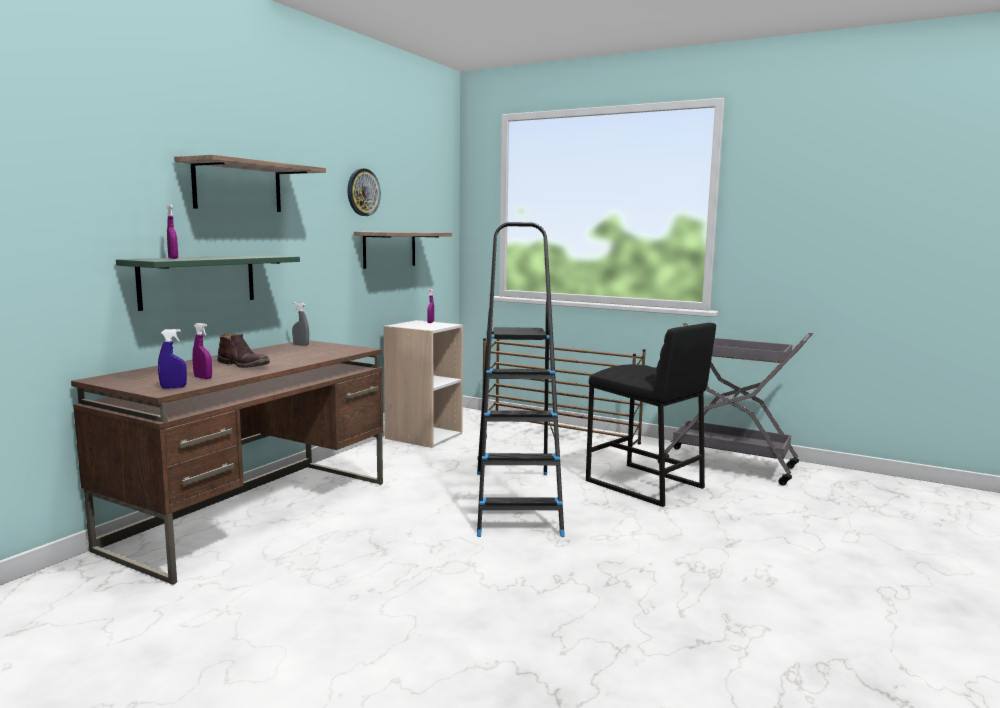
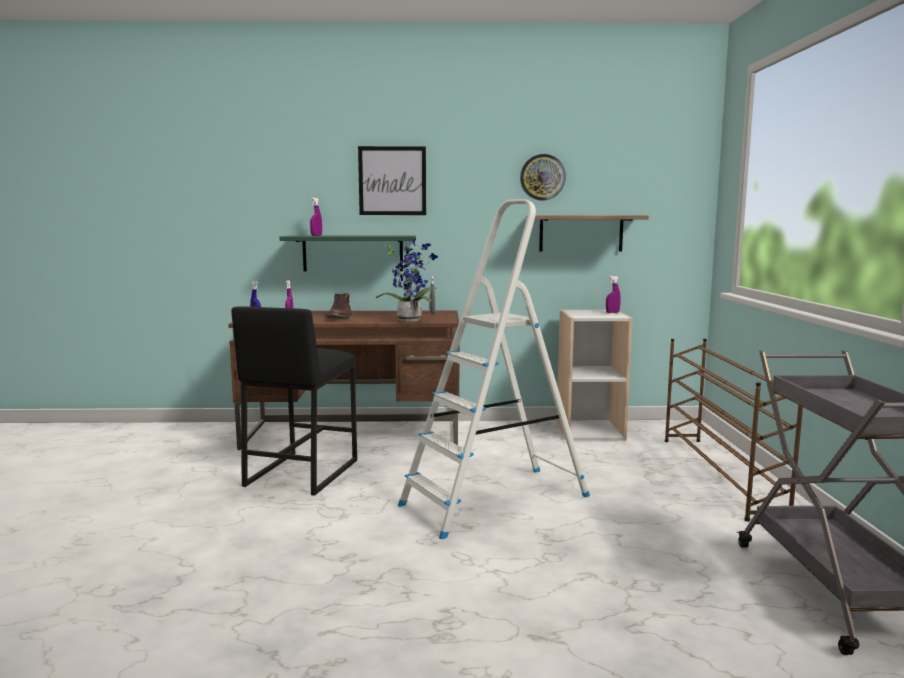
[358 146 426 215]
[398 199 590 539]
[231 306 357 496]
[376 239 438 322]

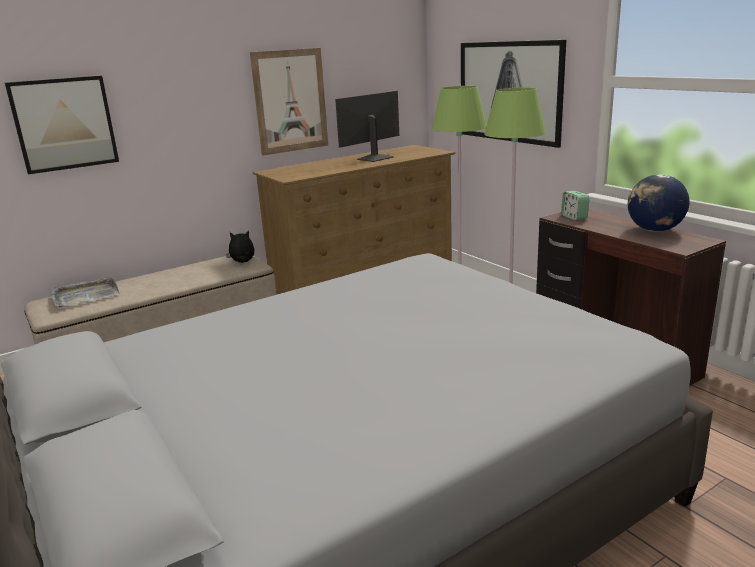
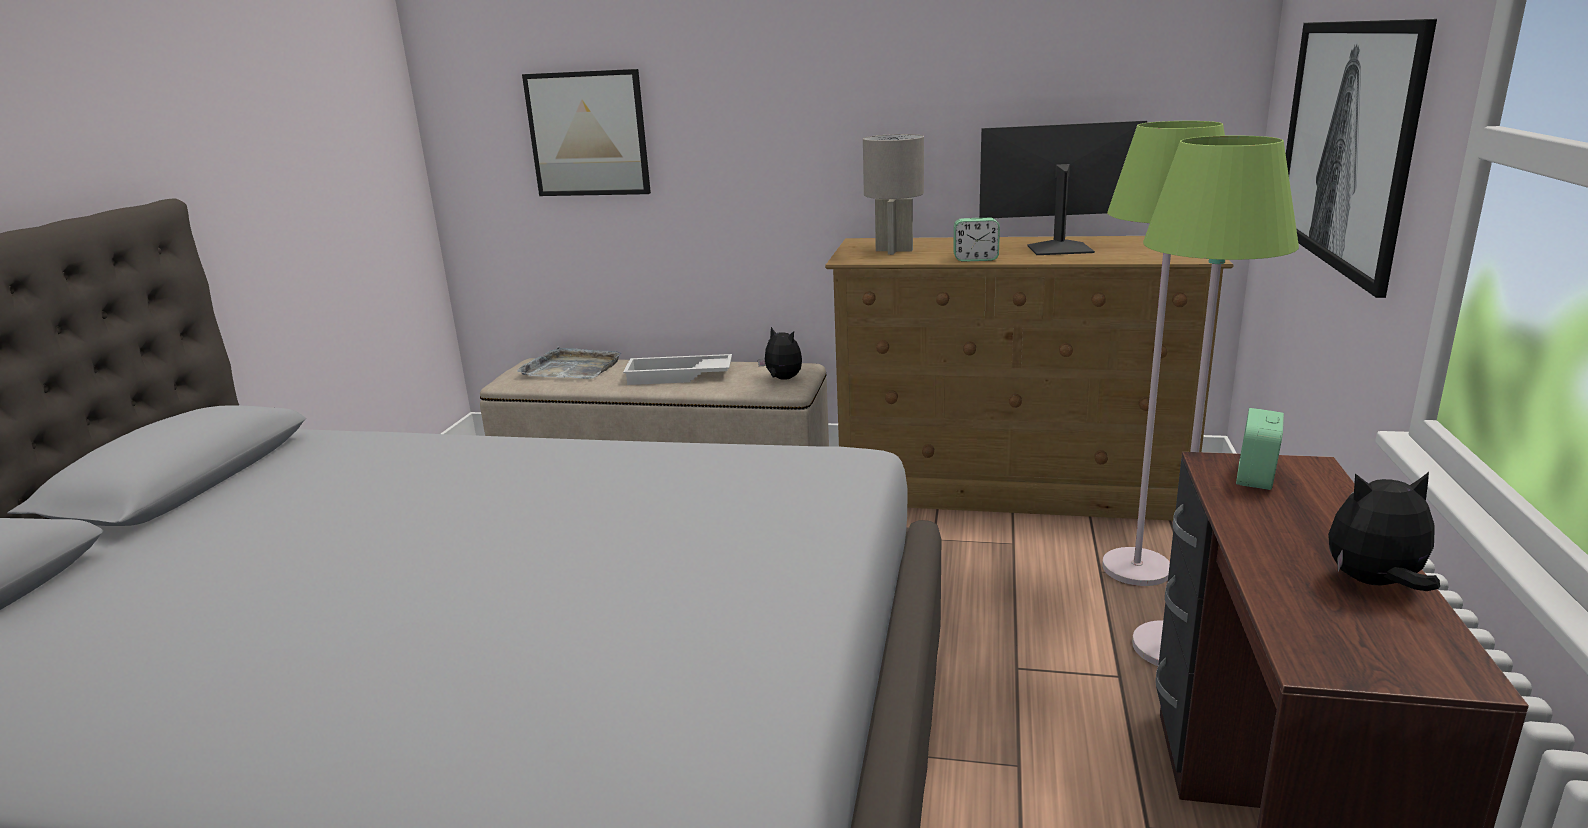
[250 48 328 155] (first image)
[1328 472 1440 591]
[863 134 924 255]
[953 218 1000 262]
[623 354 732 385]

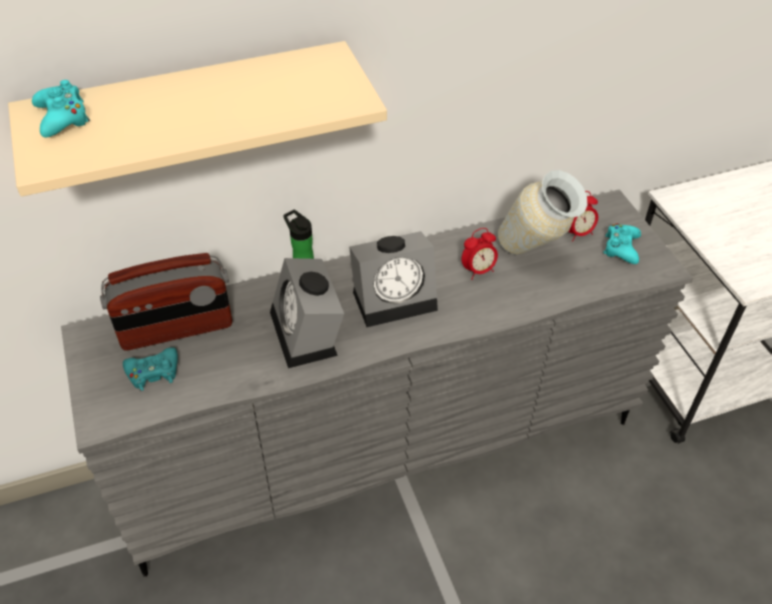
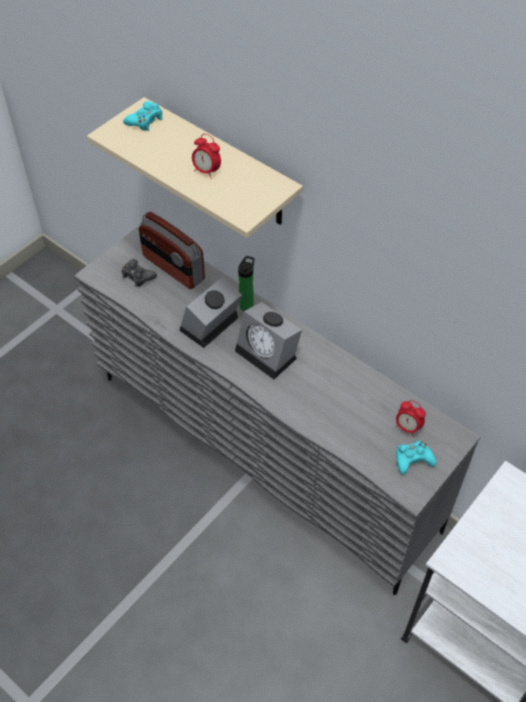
[498 170 588 254] (first image)
[192 134 221 179]
[121 259 157 287]

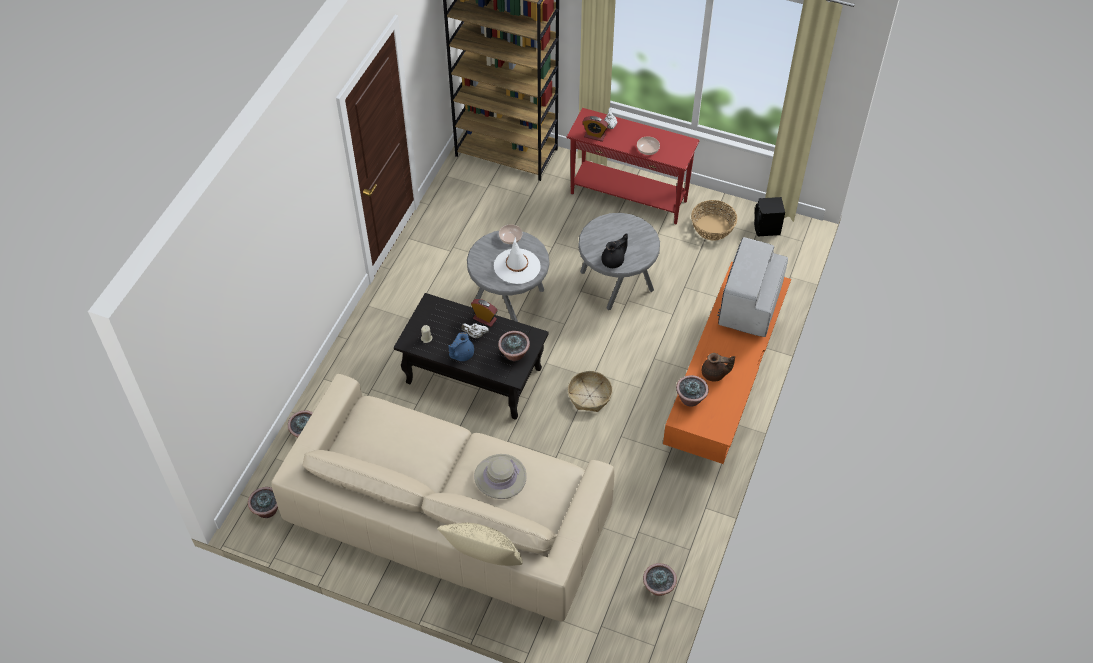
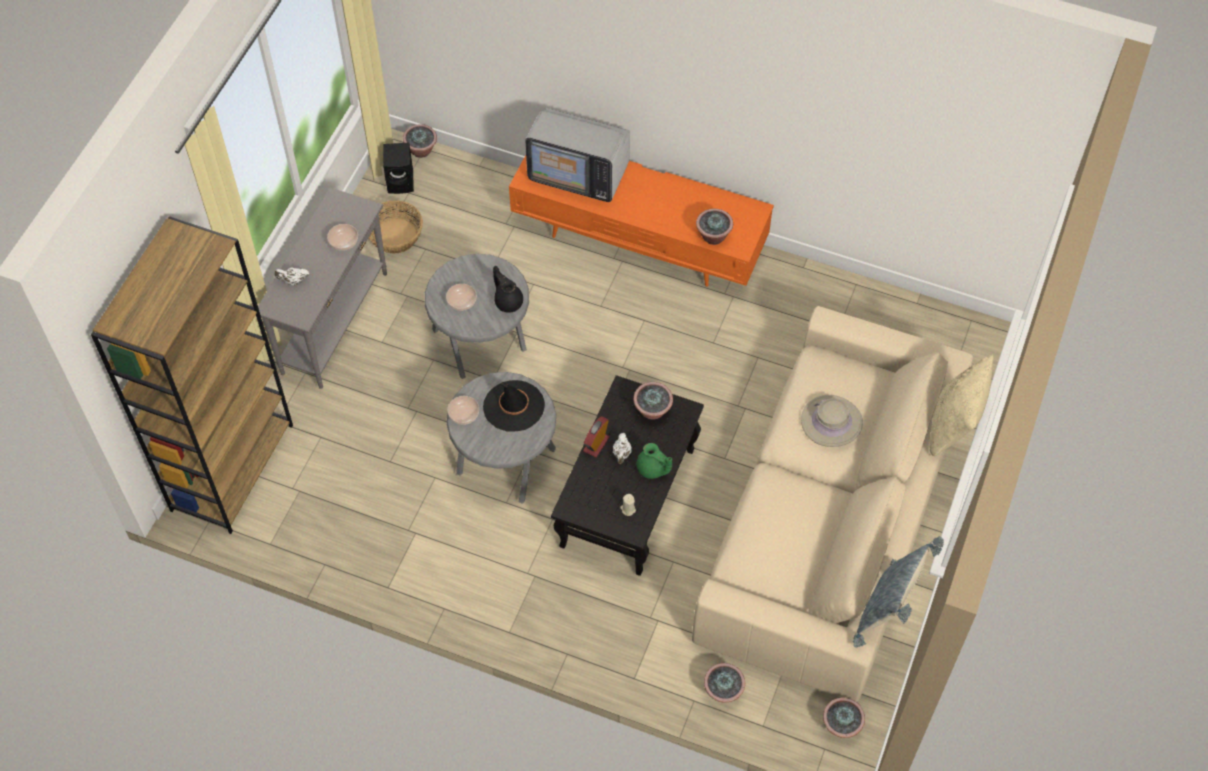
[258 187 387 389]
[583 116 608 142] (first image)
[483 380 545 432]
[637 443 672 479]
[702 353 735 382] (first image)
[568 371 613 412] (first image)
[403 124 437 158]
[446 284 477 311]
[853 536 944 648]

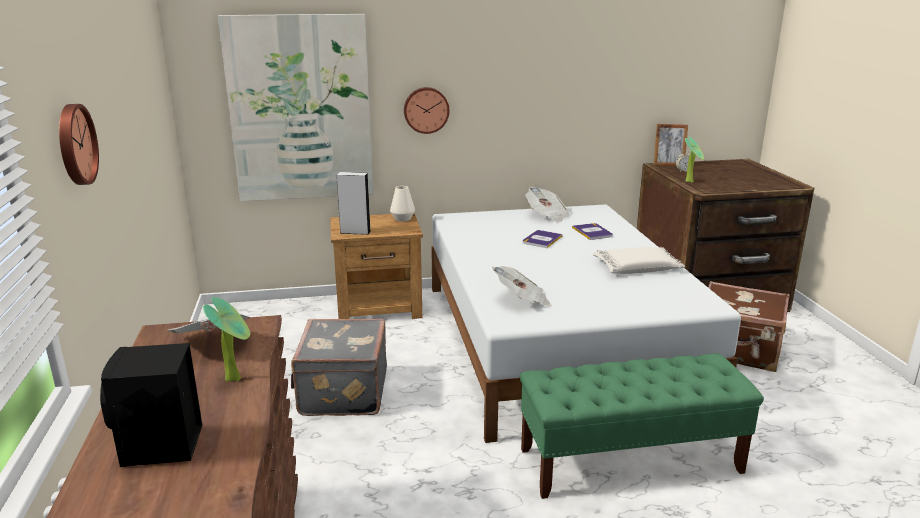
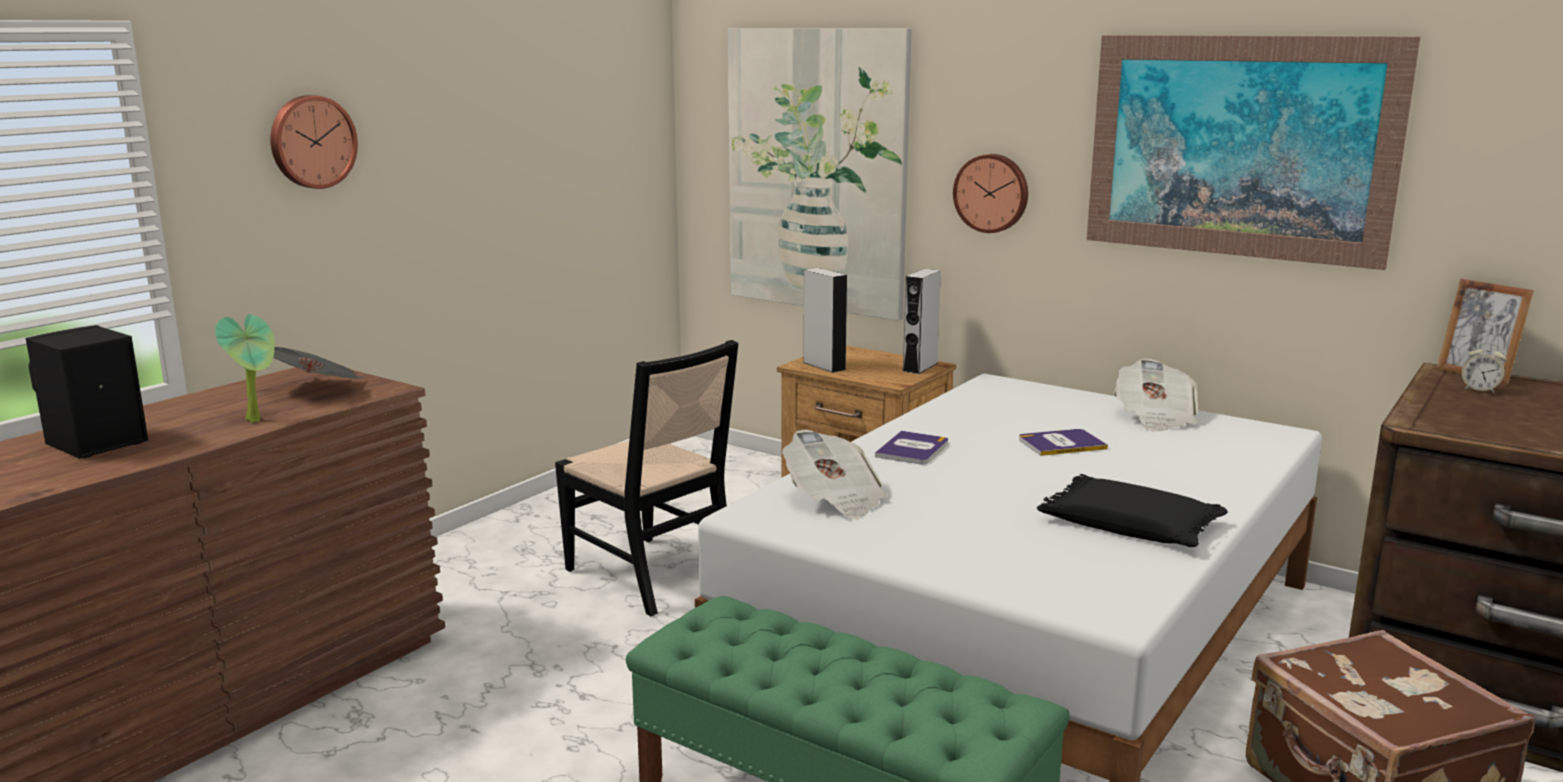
[685 137 704 182] (first image)
[902 269 941 374]
[875 431 948 464]
[1036 474 1228 547]
[555 340 739 616]
[1087 35 1421 270]

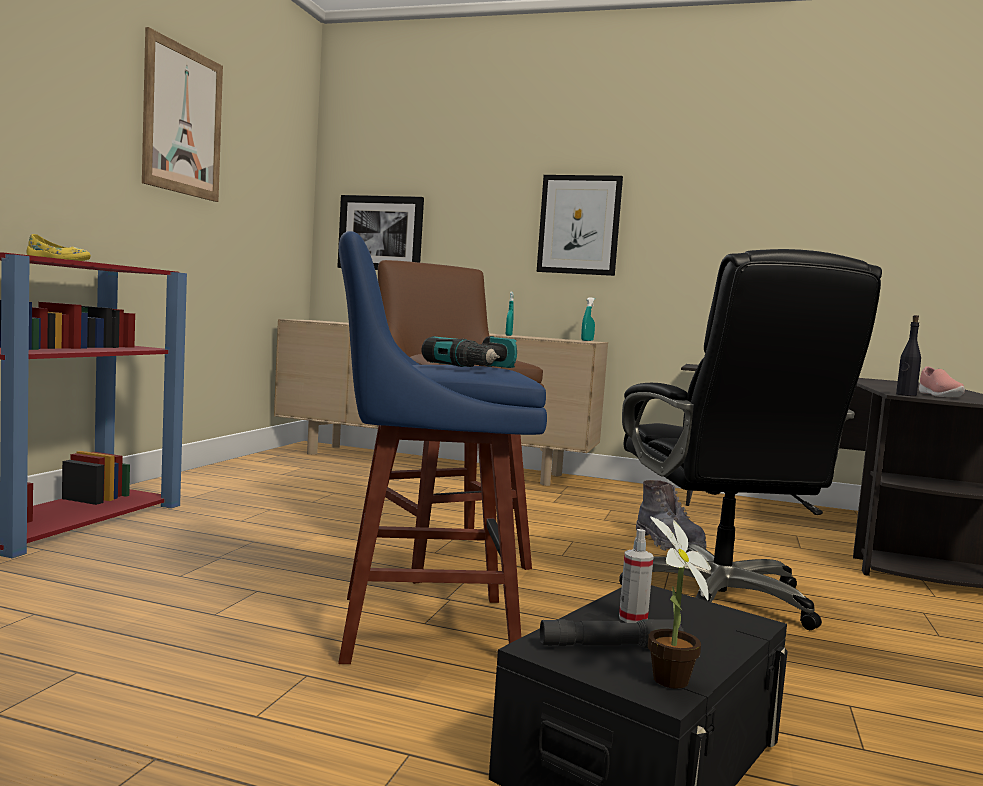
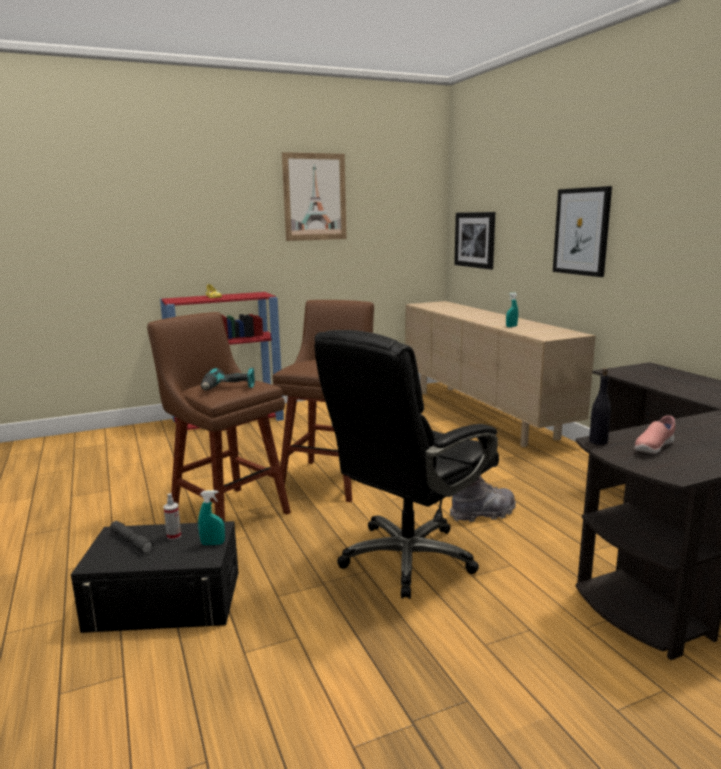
[147 312 291 522]
[198 490 225 545]
[450 475 516 522]
[648 516 711 689] (first image)

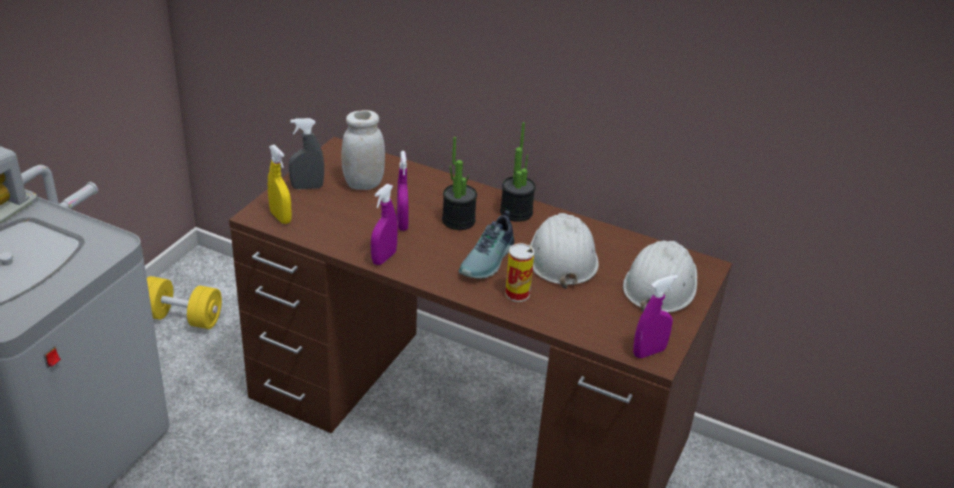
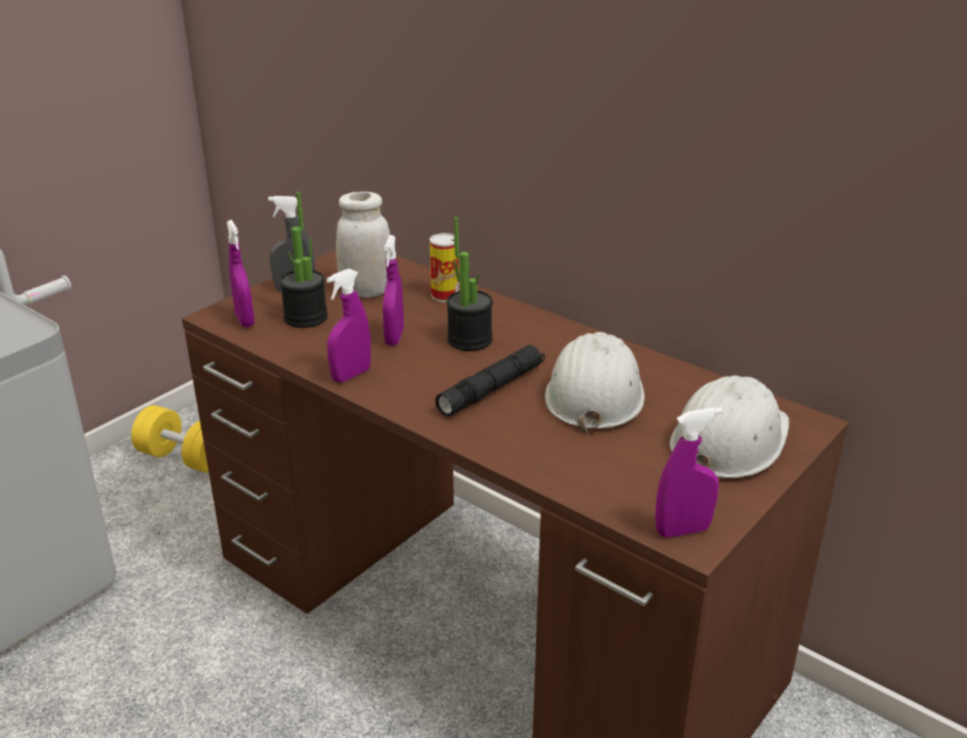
[280 192 328 328]
[227 220 255 327]
[435 345 545 417]
[430 233 459 302]

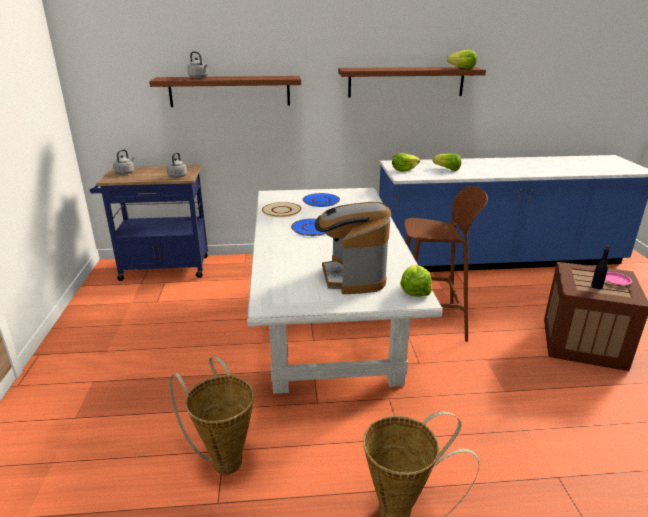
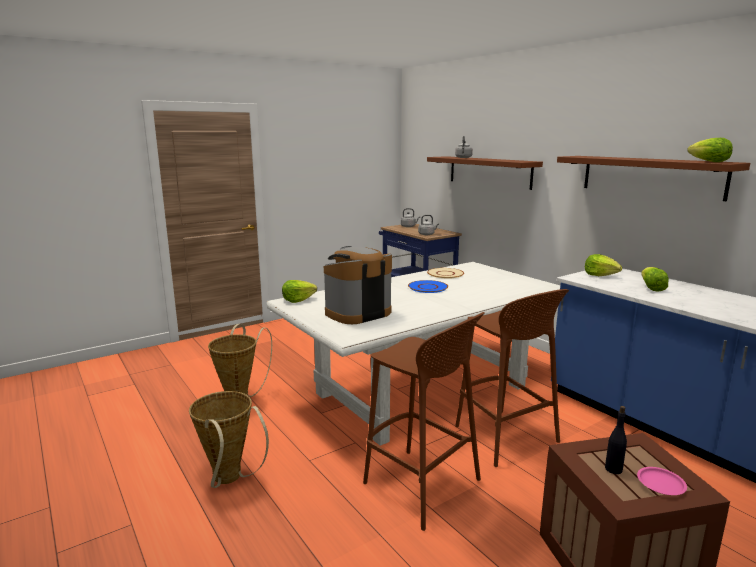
[303 193 340 207] (first image)
[282 280 317 303]
[363 312 485 531]

